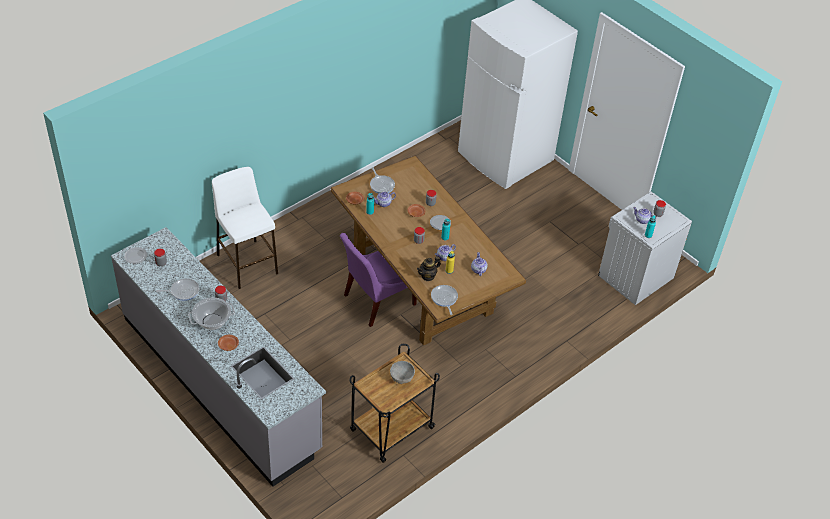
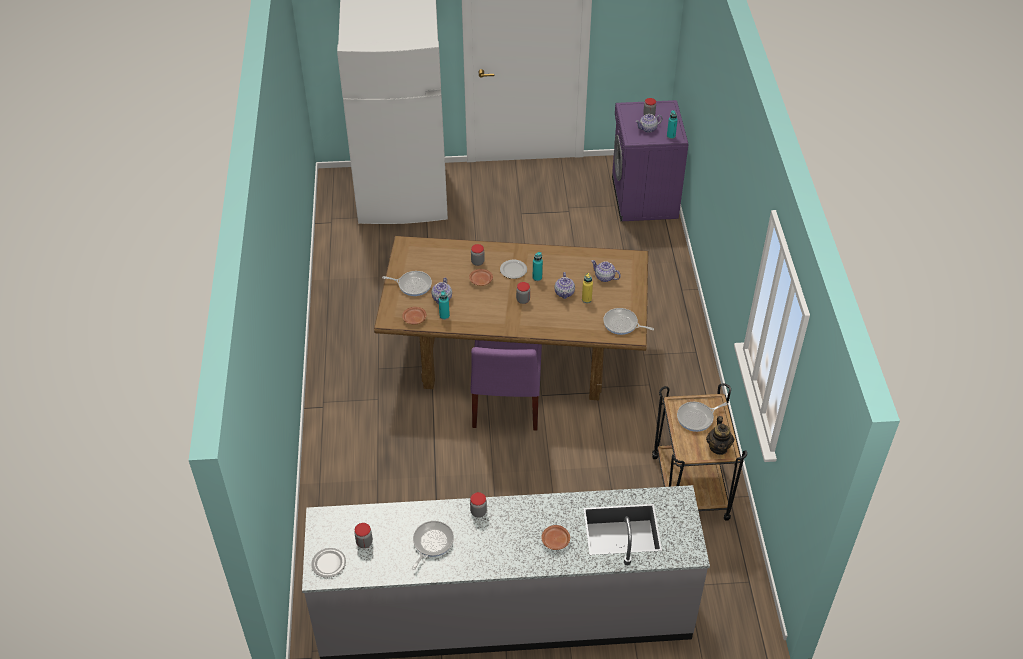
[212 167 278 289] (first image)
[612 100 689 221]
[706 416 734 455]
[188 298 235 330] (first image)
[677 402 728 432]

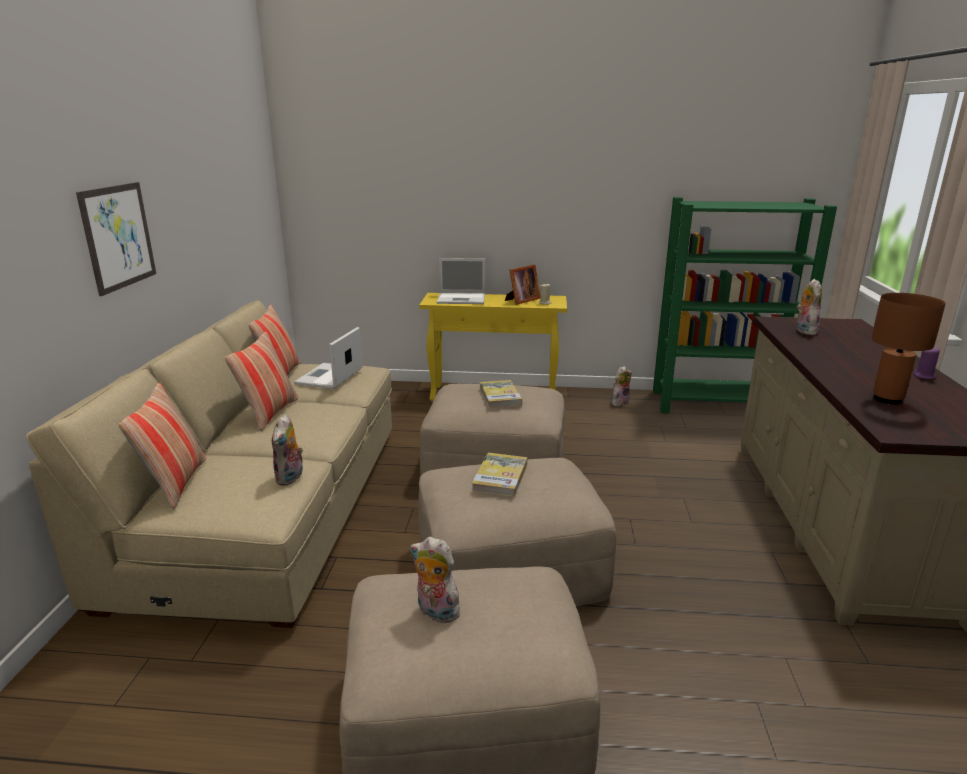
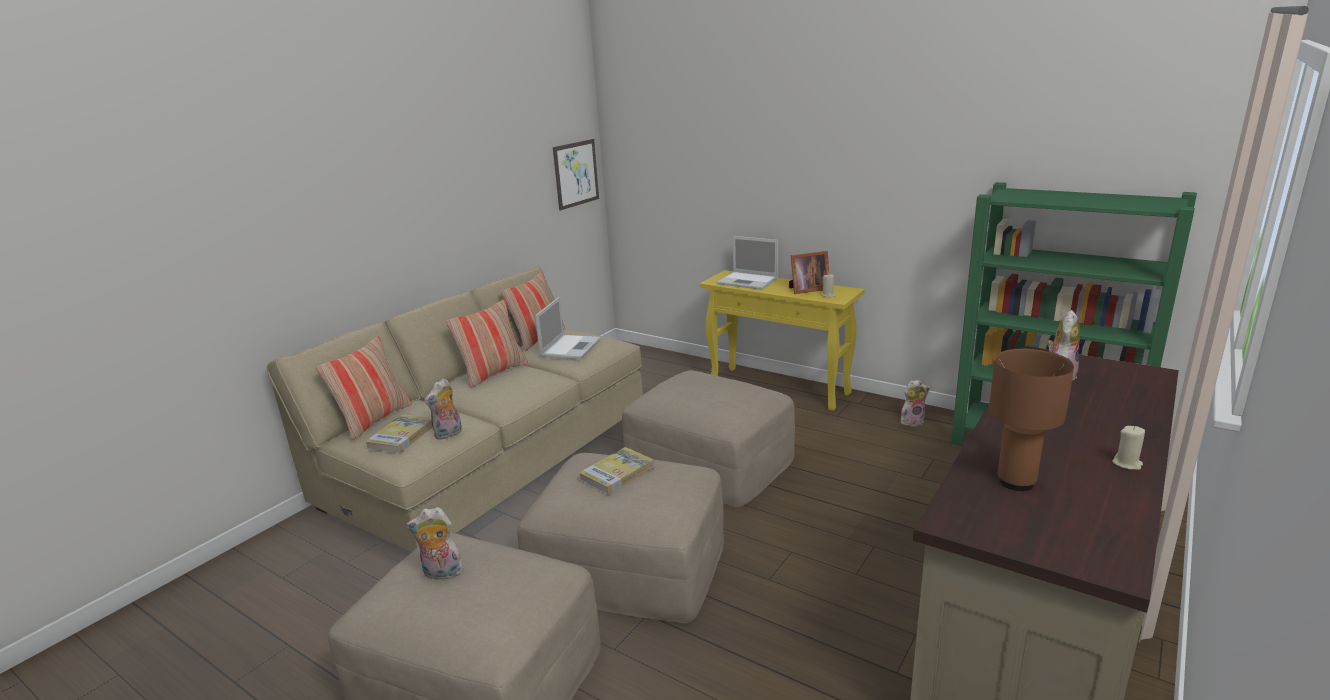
[553 139 599 210]
[535 297 601 359]
[1112 426 1145 470]
[365 414 432 453]
[406 507 464 580]

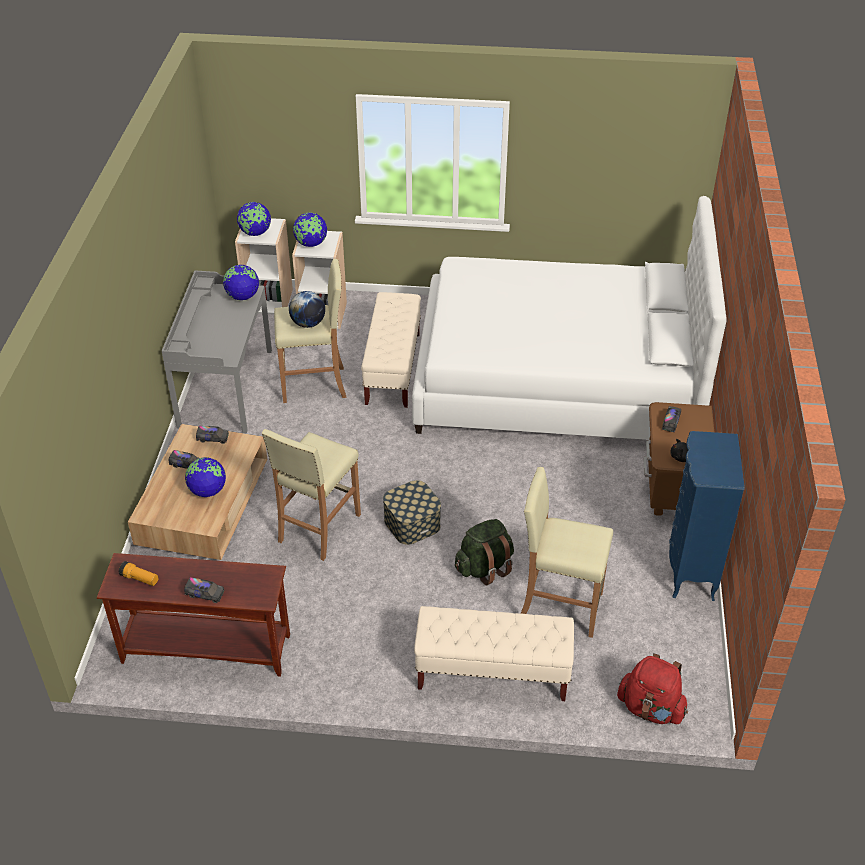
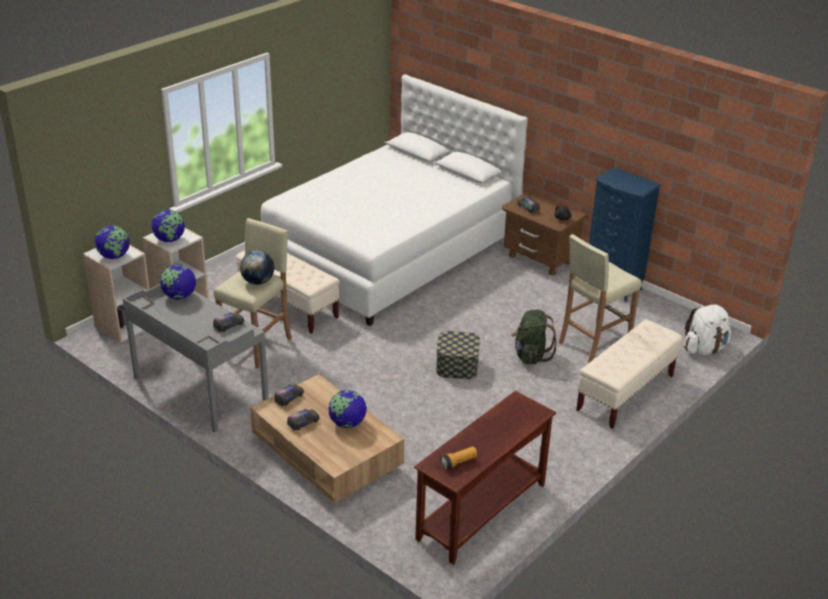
[262 429 361 561] (first image)
[213 312 244 332]
[683 304 732 355]

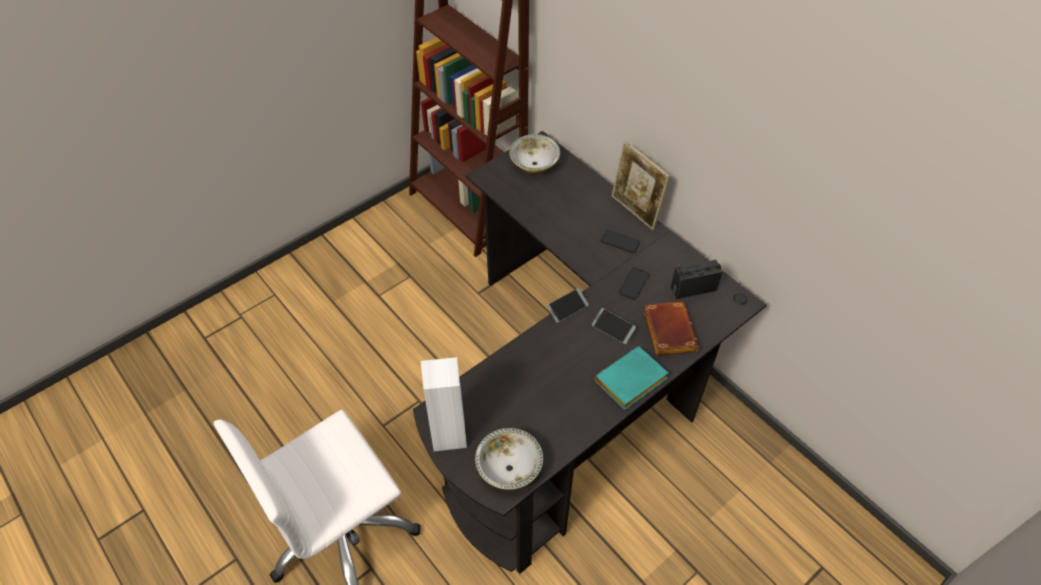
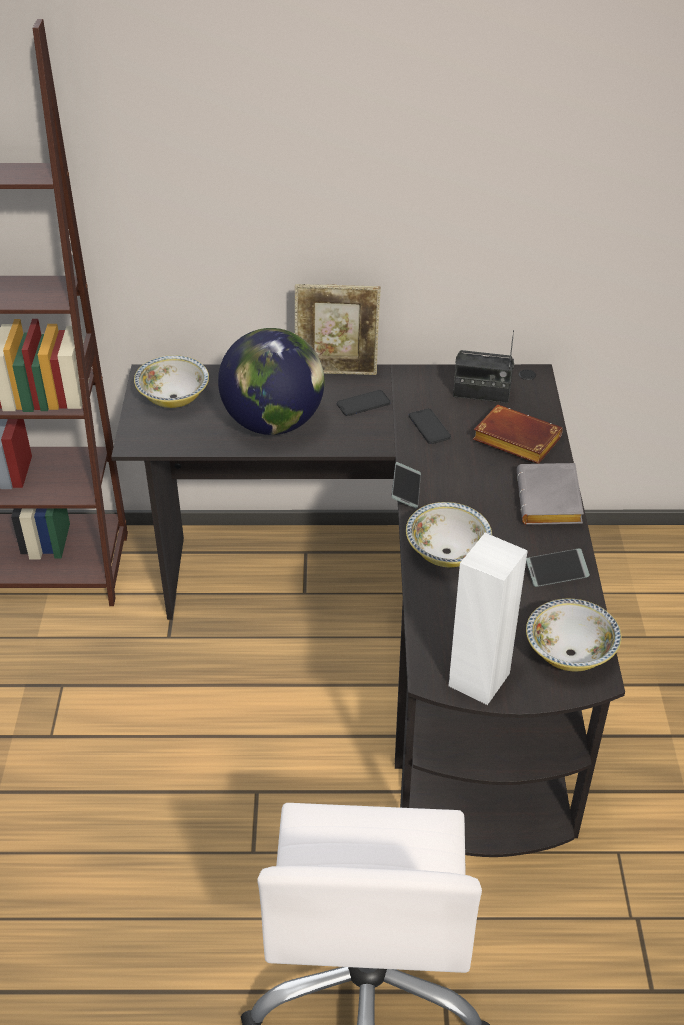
[453 330 514 403]
[526 549 590 587]
[517 463 584 525]
[218 328 325 435]
[406 502 492 567]

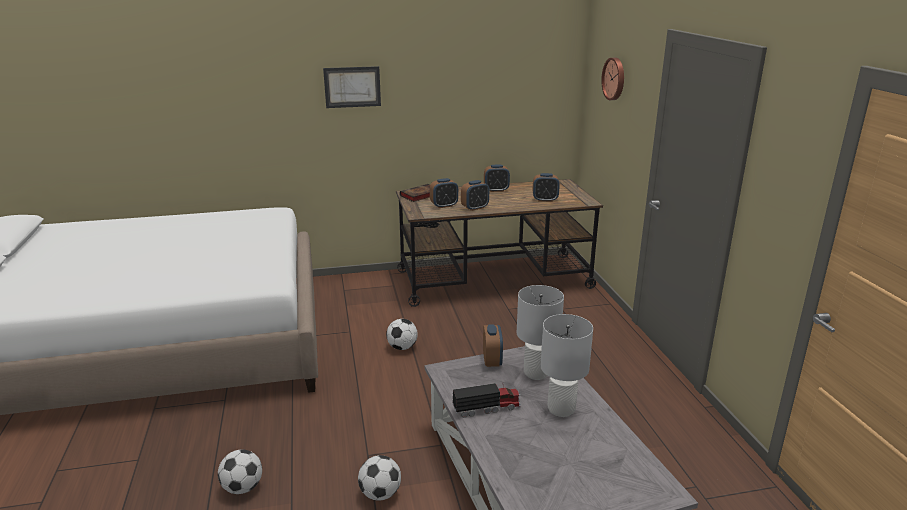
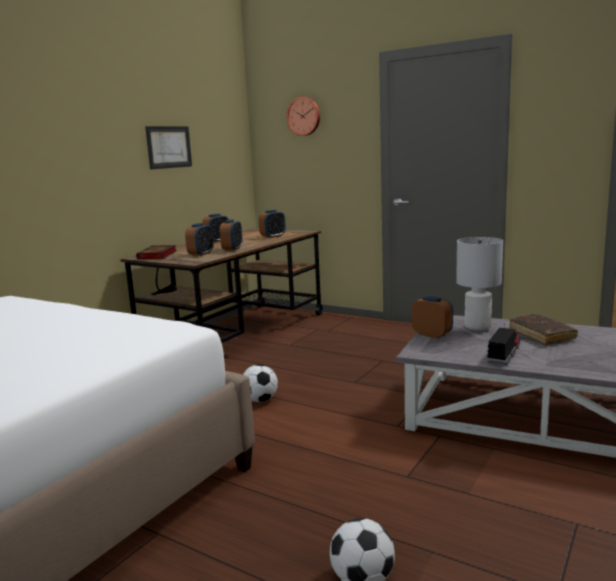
[145 126 192 169]
[509 314 578 345]
[358 455 401 501] (first image)

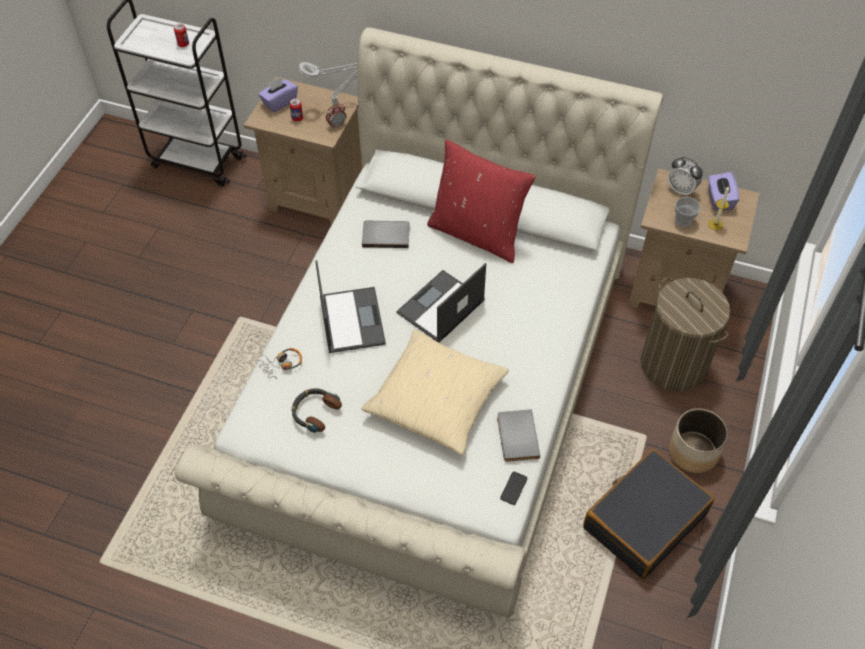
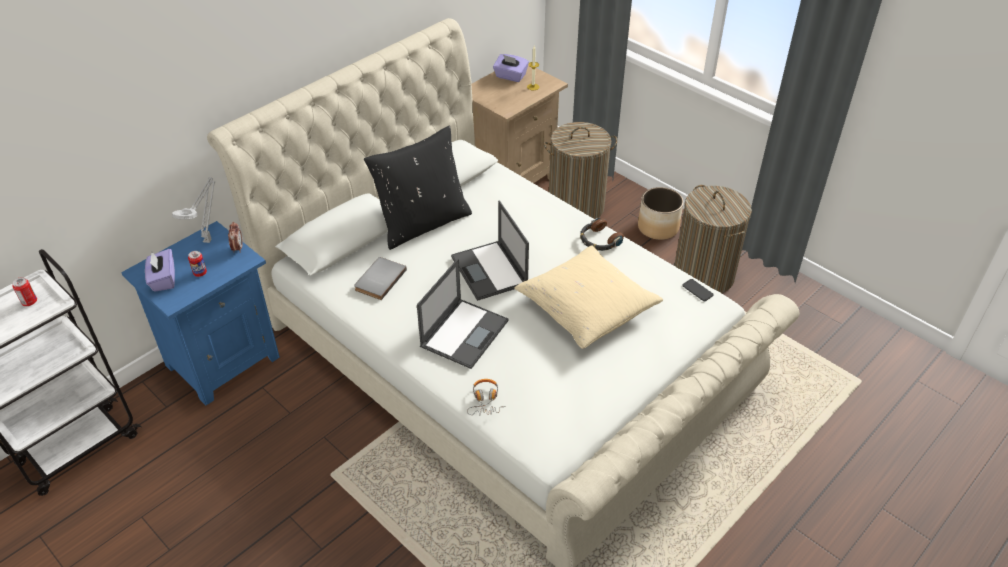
[121 221 280 406]
[364 126 472 250]
[668 157 703 197] (first image)
[675 197 701 227] (first image)
[417 258 508 369]
[580 218 624 251]
[497 409 540 462] (first image)
[674 185 752 293]

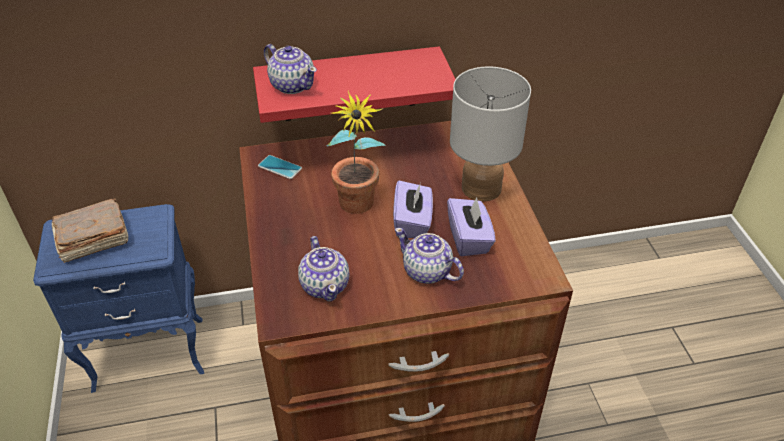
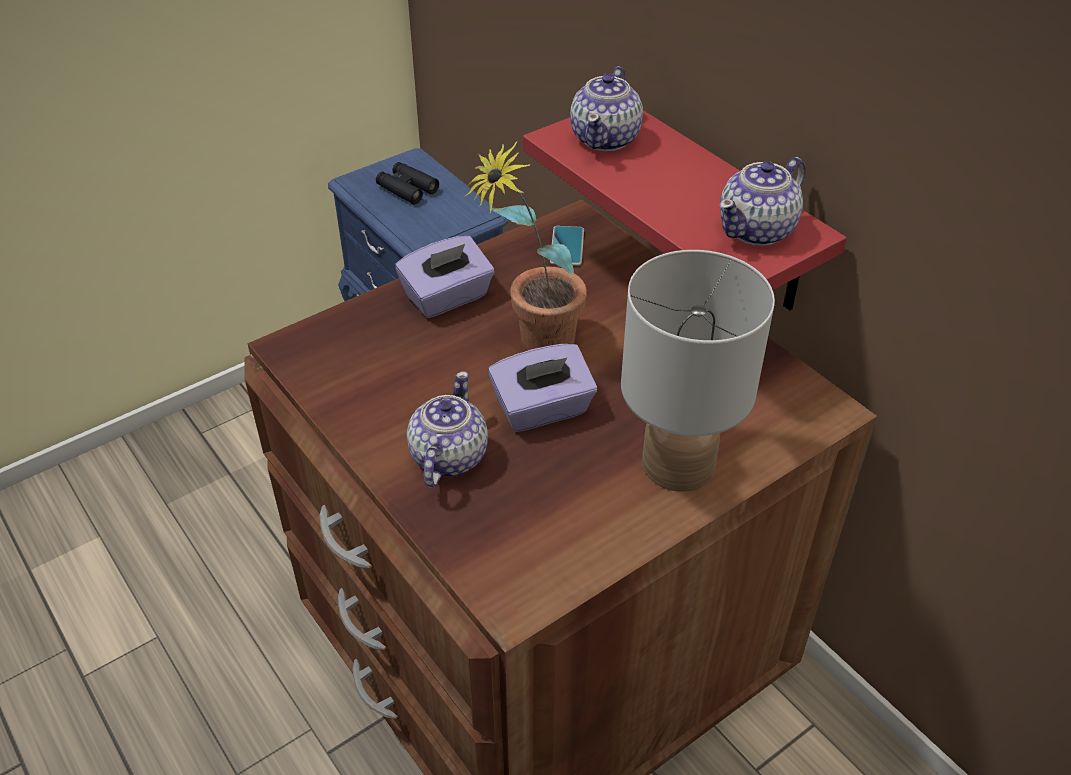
[395 236 494 318]
[376 162 439 204]
[719 157 806 246]

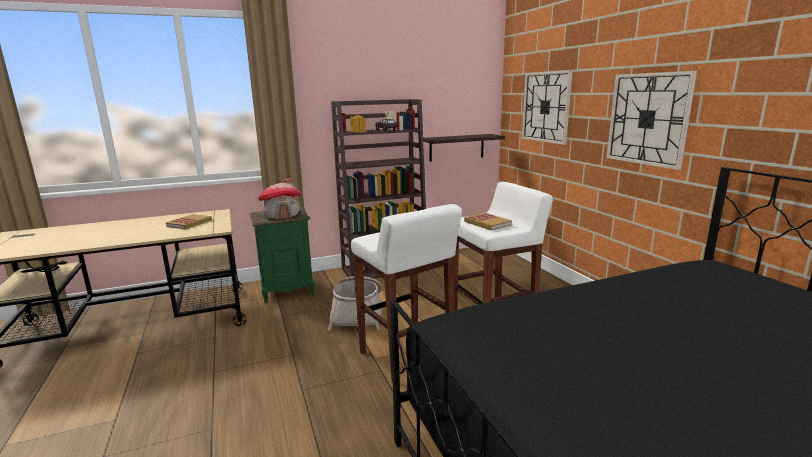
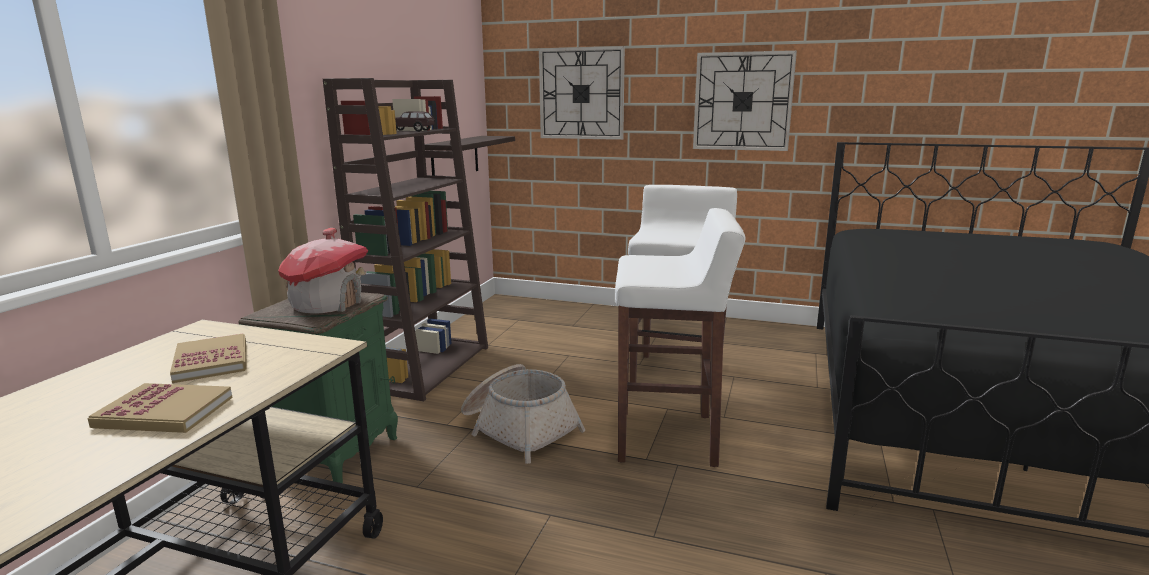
[88 383 232 433]

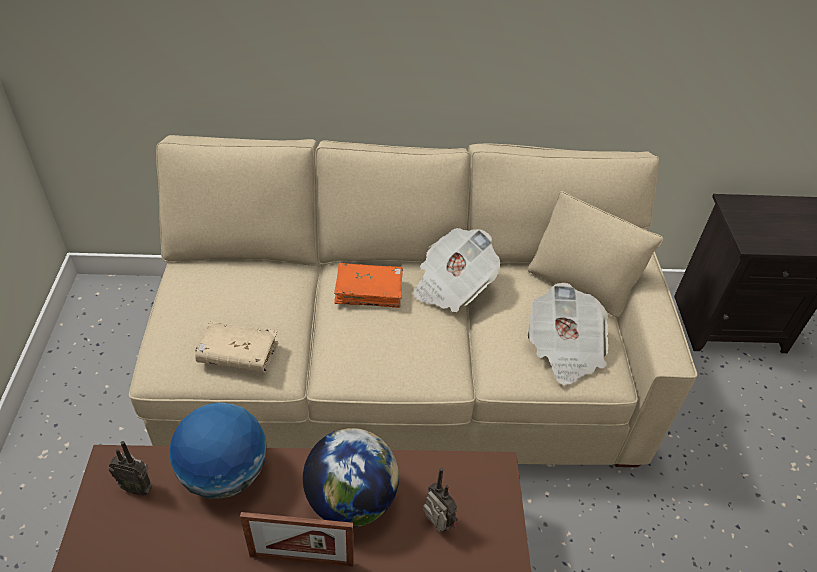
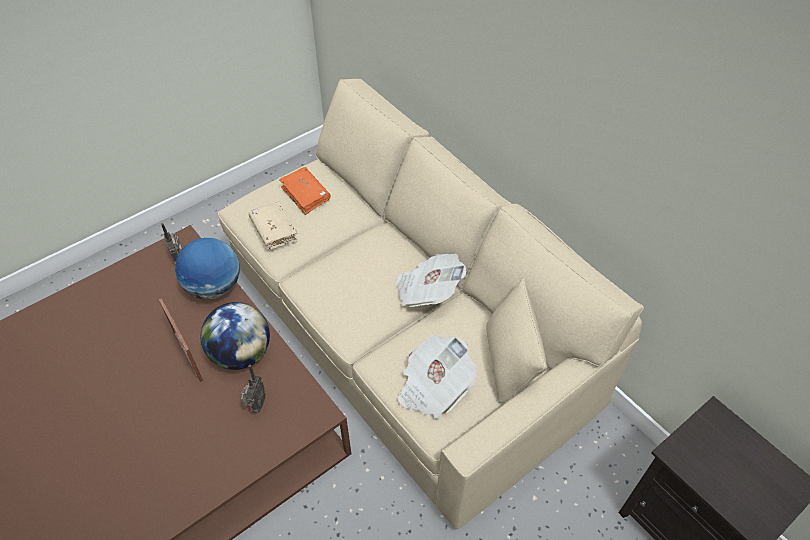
[279 167 331 215]

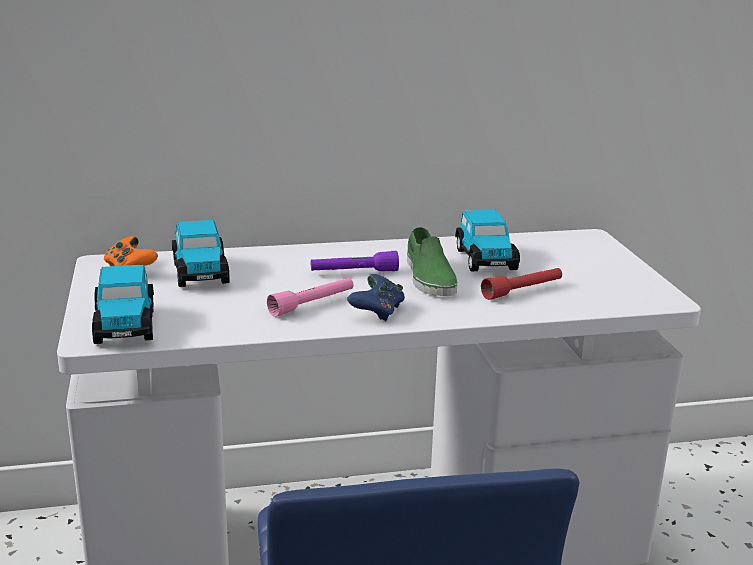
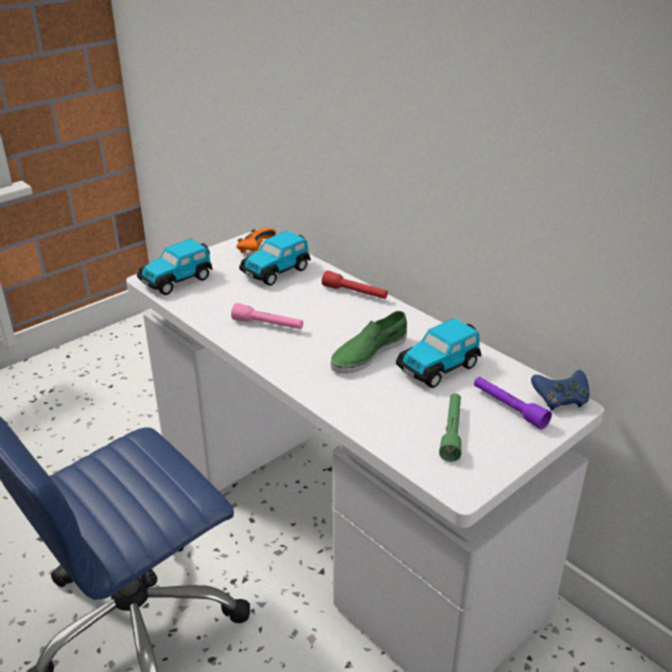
[474 377 552 430]
[322 271 388 299]
[531 370 589 411]
[439 393 462 462]

